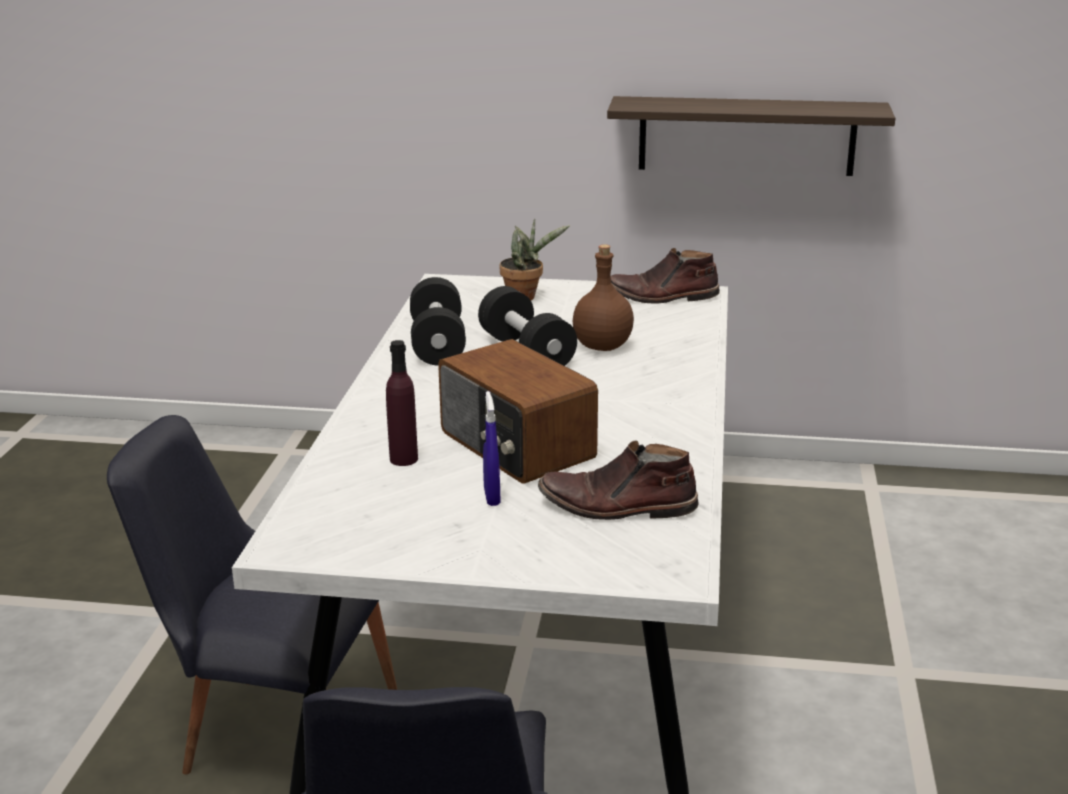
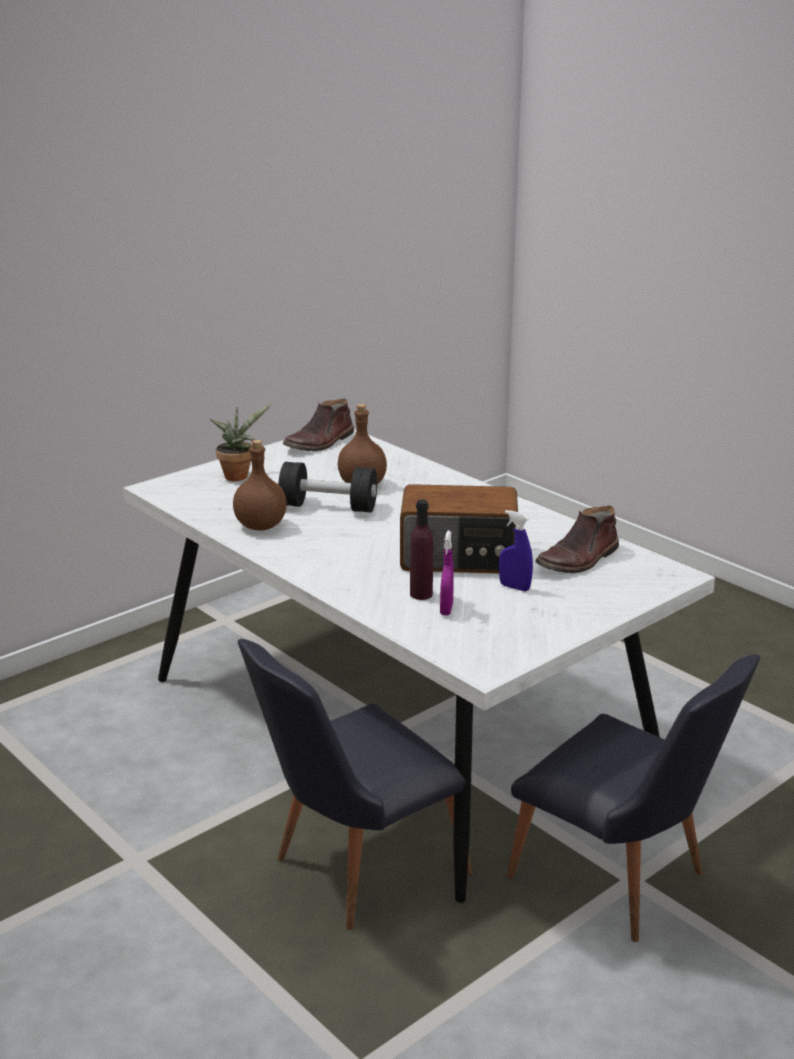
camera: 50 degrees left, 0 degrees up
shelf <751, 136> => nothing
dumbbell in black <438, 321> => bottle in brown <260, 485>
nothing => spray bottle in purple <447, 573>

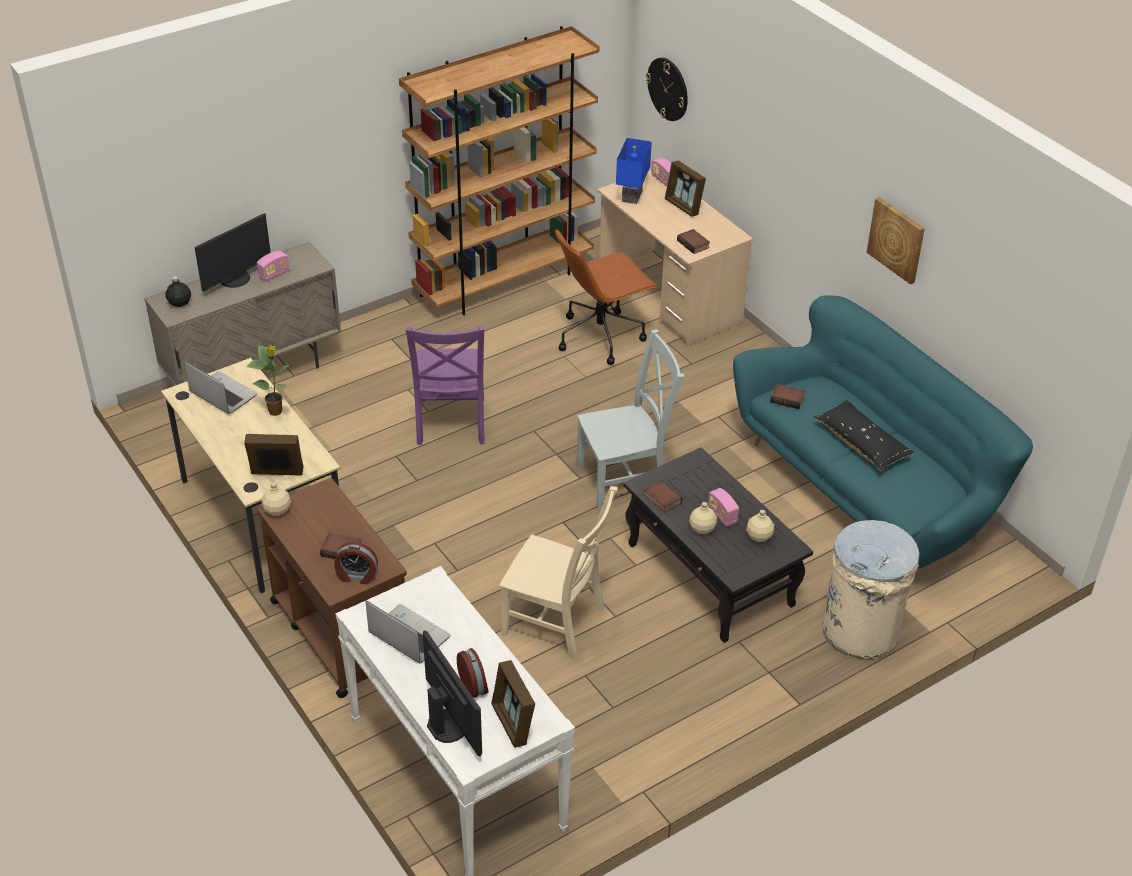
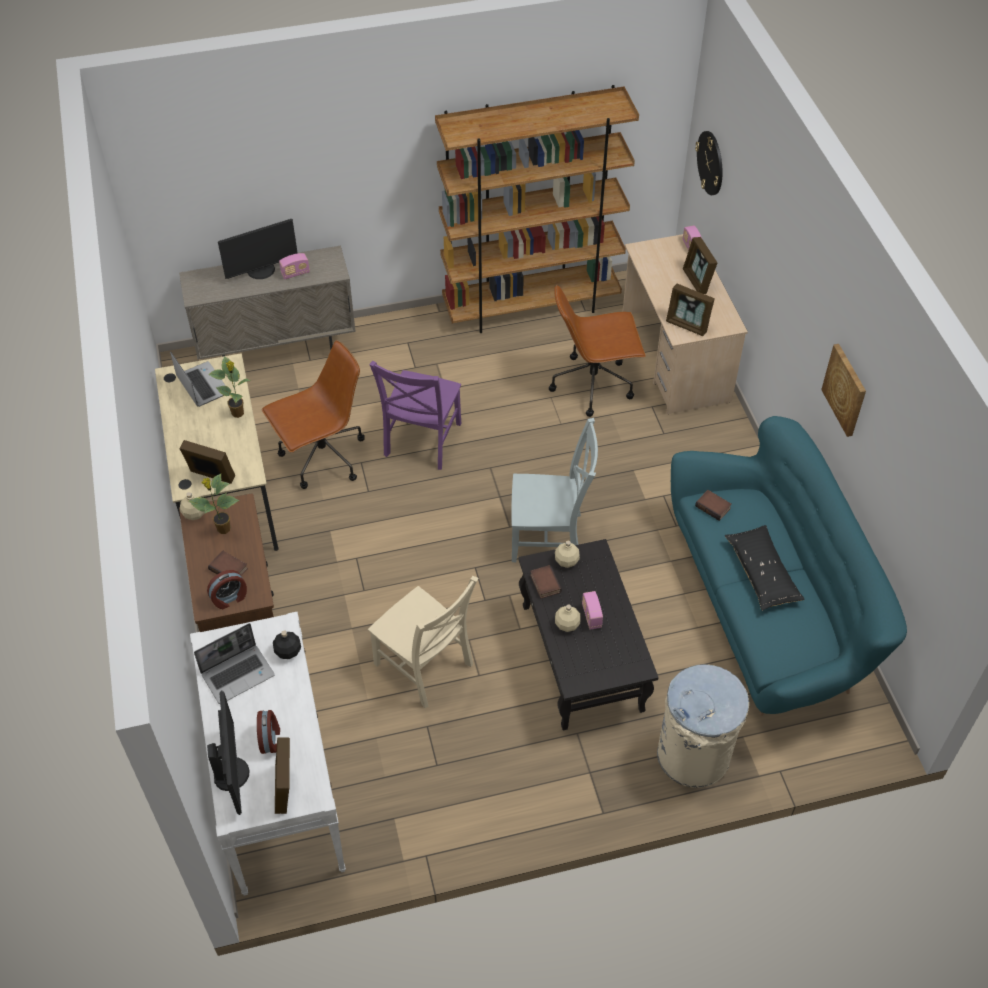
camera: 20 degrees right, 10 degrees up
table lamp in blue <634, 171> => nothing
book <693, 241> => picture frame <690, 310>
bottle in black <178, 291> => bottle in black <287, 644>, moved
bottle in beige <760, 526> => bottle in beige <567, 554>, moved
alarm clock <356, 563> => alarm clock <227, 589>, 60 degrees counterclockwise
laptop <408, 632> => laptop <234, 663>, 90 degrees clockwise
nothing => office chair in brown <313, 414>
nothing => potted plant <214, 504>

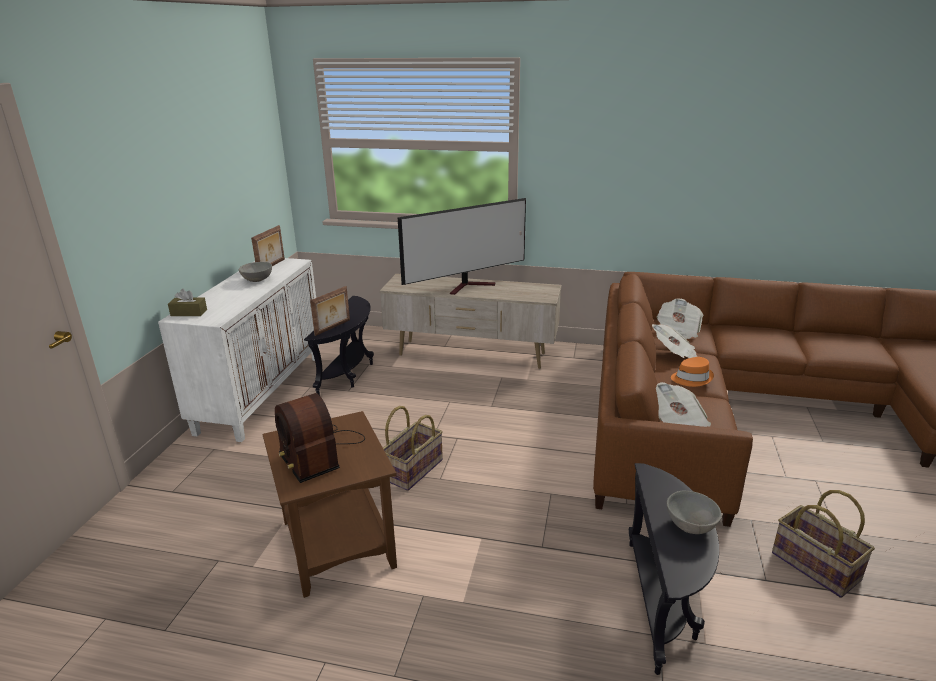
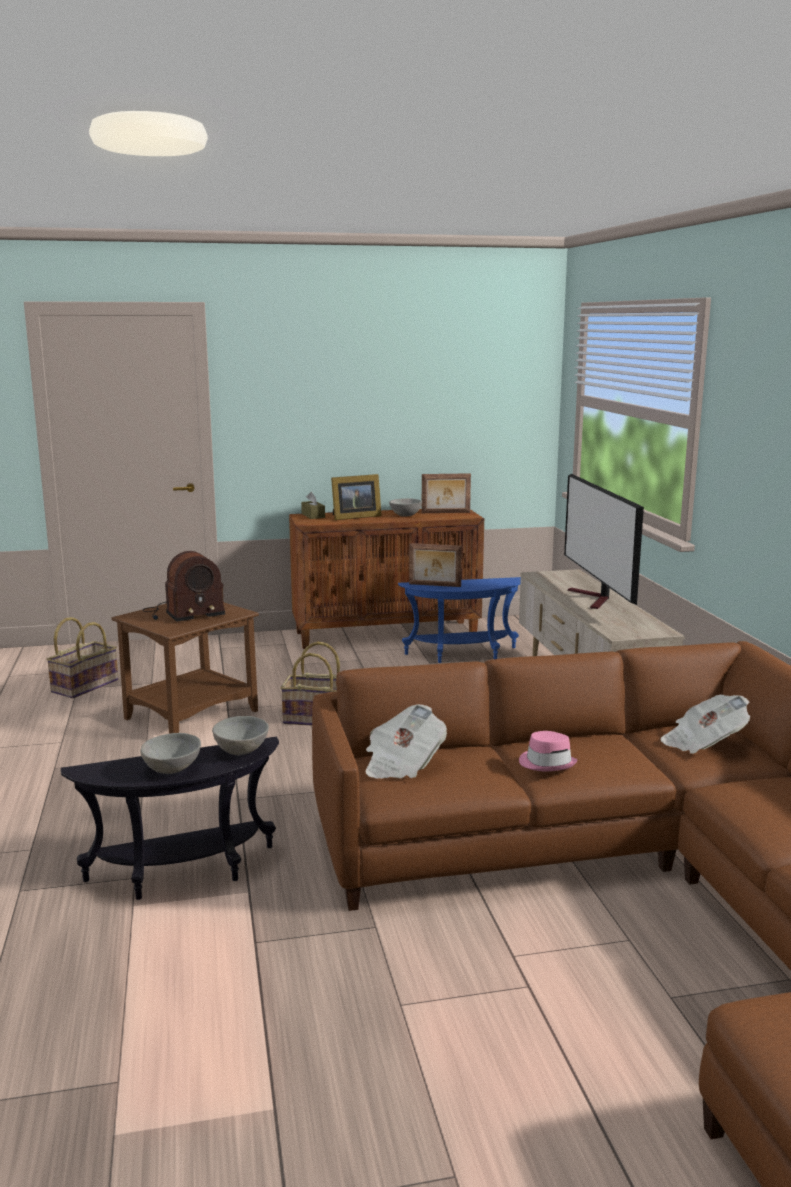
camera: 65 degrees right, 10 degrees down
television <461, 246> => television <604, 541>, 45 degrees clockwise
cabinet in white <238, 350> => cabinet in brown <386, 579>
side table in black <339, 345> => side table in blue <459, 620>
newspaper <674, 341> => nothing
hat in orange <692, 372> => hat in pink <548, 751>
radio <320, 438> => radio <184, 586>, 150 degrees counterclockwise
basket <823, 544> => basket <82, 657>, moved
nothing => picture frame <356, 497>
nothing => bowl in grey <240, 735>

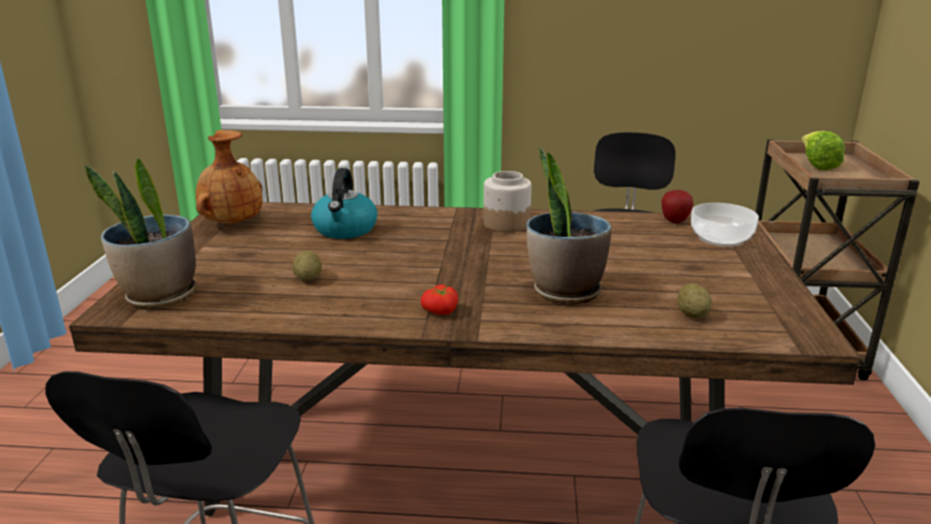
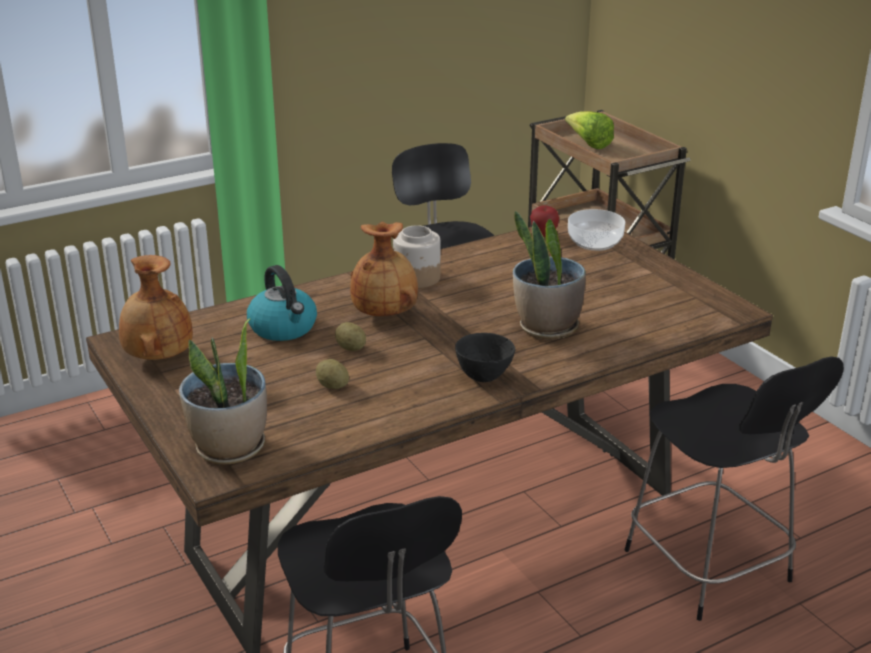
camera: 35 degrees left, 5 degrees up
potato <694, 300> => potato <350, 336>, moved
tomato <439, 300> => bowl in black <485, 357>
nothing => vase in brown <384, 269>

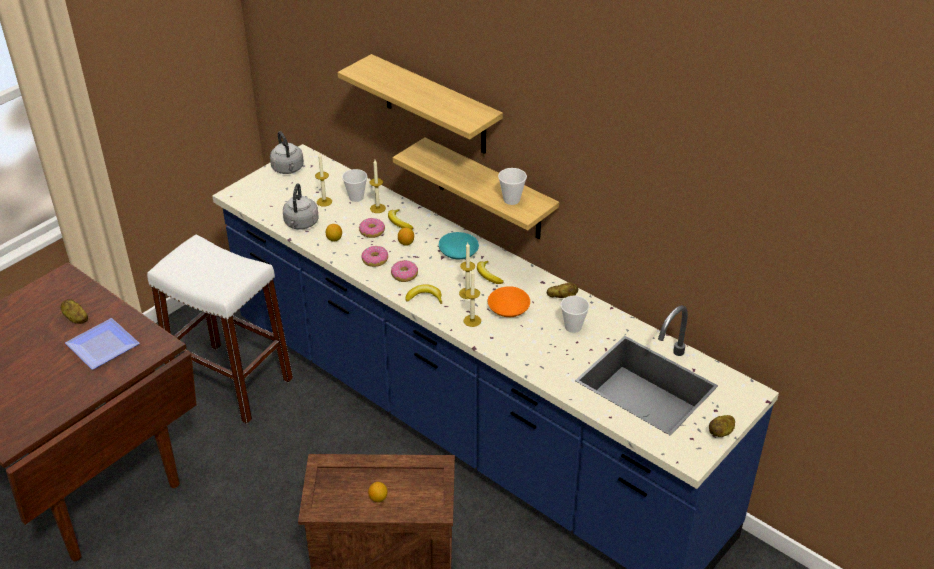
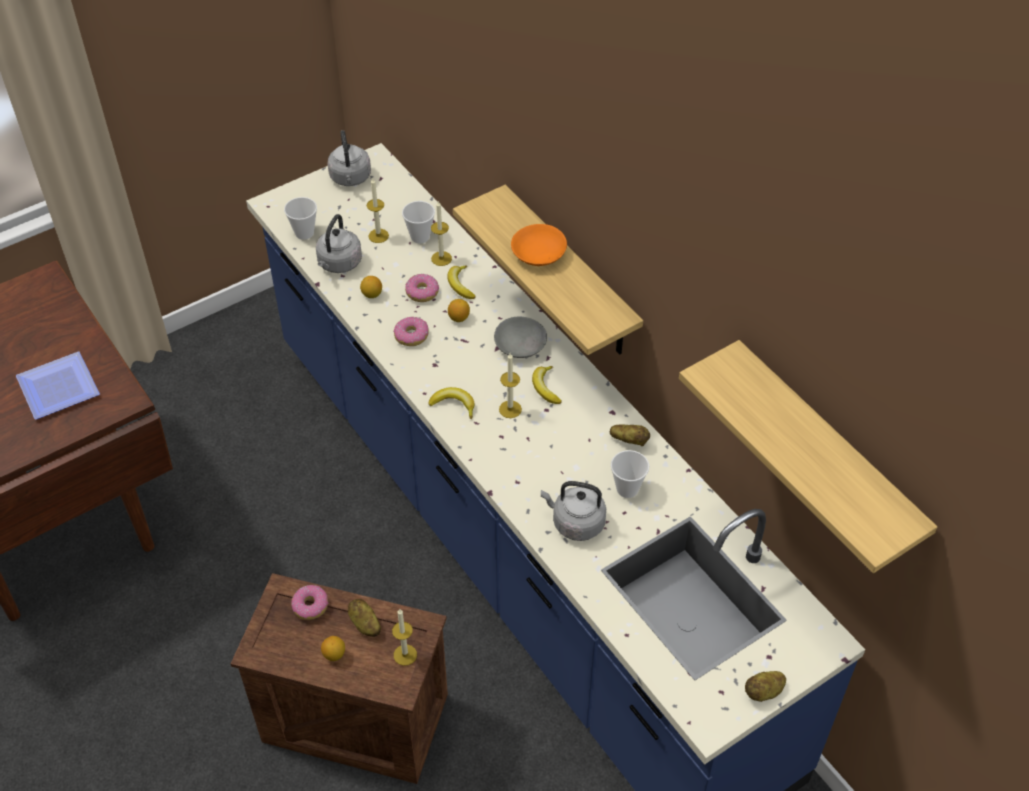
camera: 15 degrees right, 10 degrees up
shelf <420, 104> => shelf <808, 456>, moved
cup <512, 186> => cup <300, 218>, moved
bowl in turquoise <459, 245> => bowl in grey <520, 337>
stool in white <220, 329> => nothing
donut <404, 271> => donut <309, 602>, moved
candle <472, 298> => candle <404, 637>, moved
bowl in orange <509, 301> => bowl in orange <539, 245>, moved
potato <74, 311> => potato <364, 618>, moved
nothing => kettle in grey <573, 511>

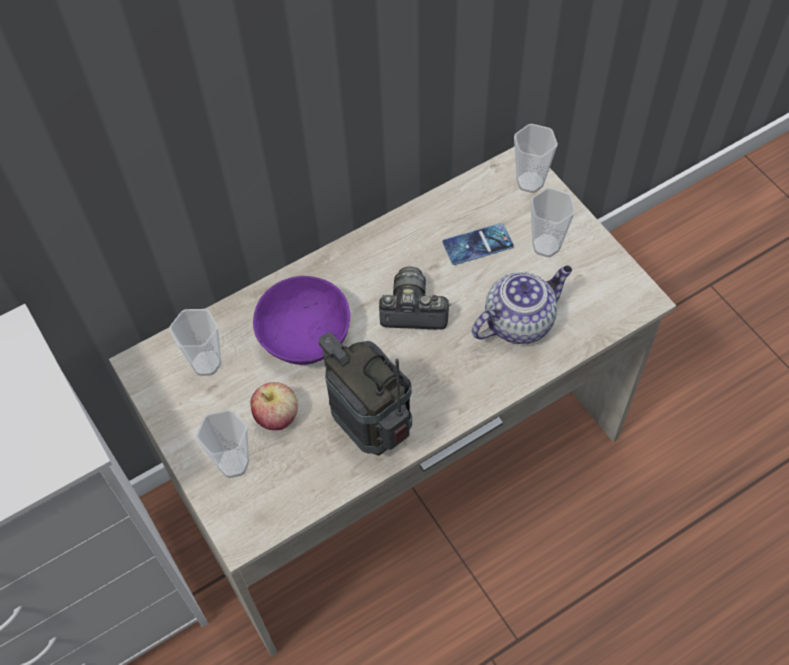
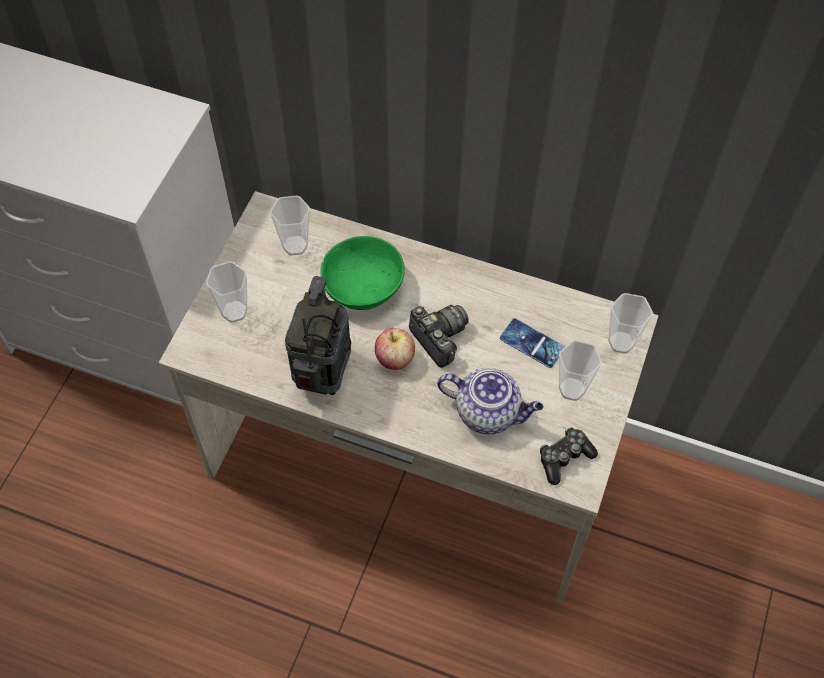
camera: 50 degrees right, 0 degrees up
bowl in purple <301, 320> => bowl in green <362, 273>
apple <274, 406> => apple <395, 349>, moved
nothing => game controller <569, 456>

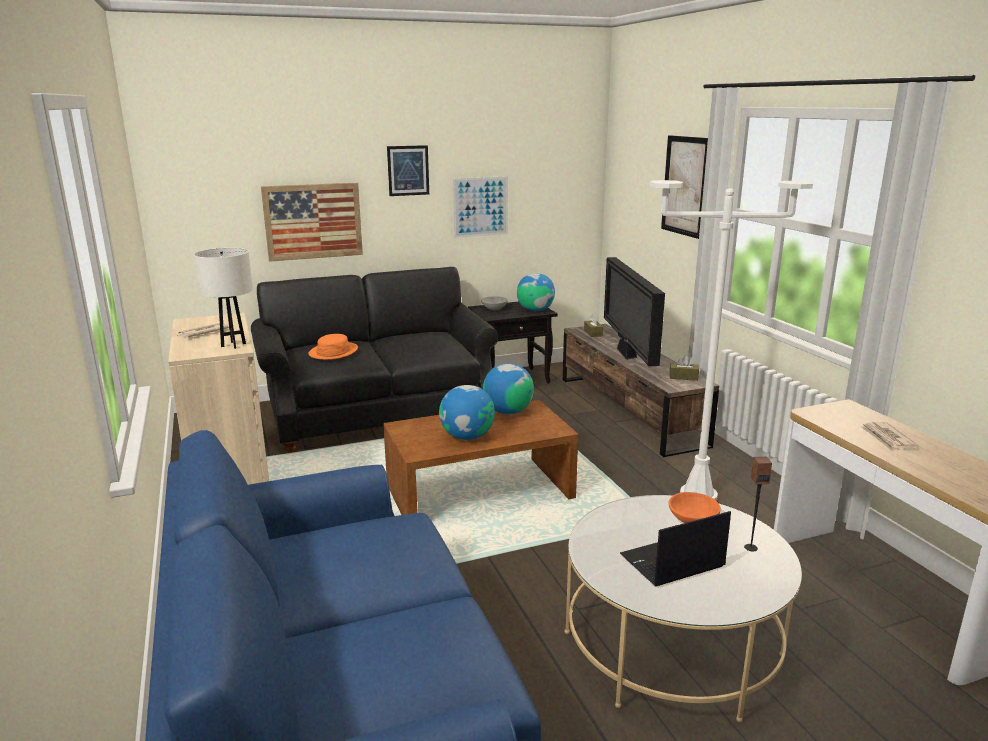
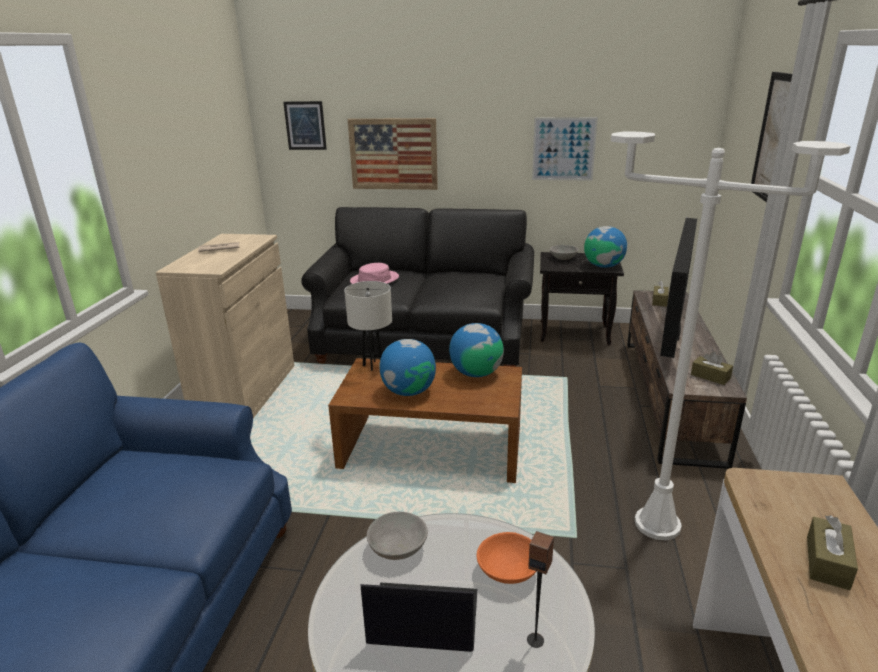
camera: 30 degrees right, 5 degrees up
picture <408, 170> => picture <305, 125>, moved
table lamp in white <223, 298> => table lamp in white <368, 326>, moved
hat in orange <333, 347> => hat in pink <374, 273>
newspaper <889, 437> => tissue box in brown <832, 552>
nothing => bowl in grey <397, 536>

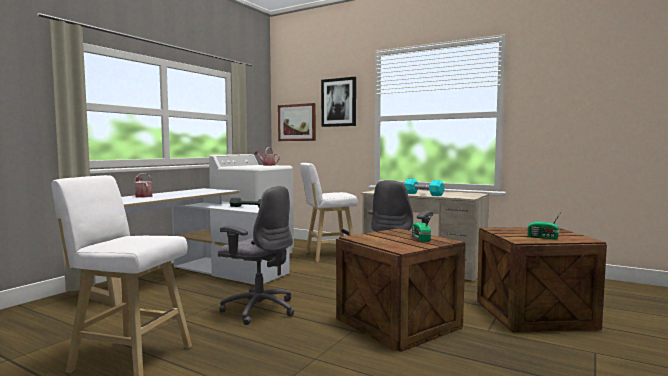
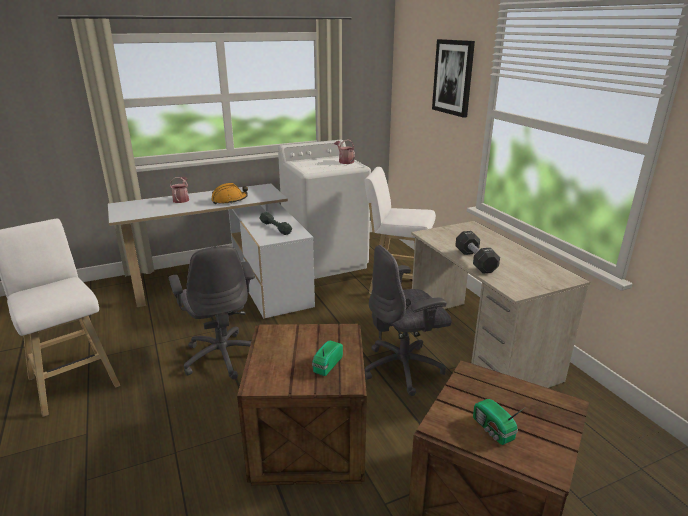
camera: 35 degrees right, 20 degrees up
picture <297, 122> => nothing
dumbbell in turquoise <424, 187> => dumbbell in black <477, 252>
nothing => hard hat in orange <229, 193>

